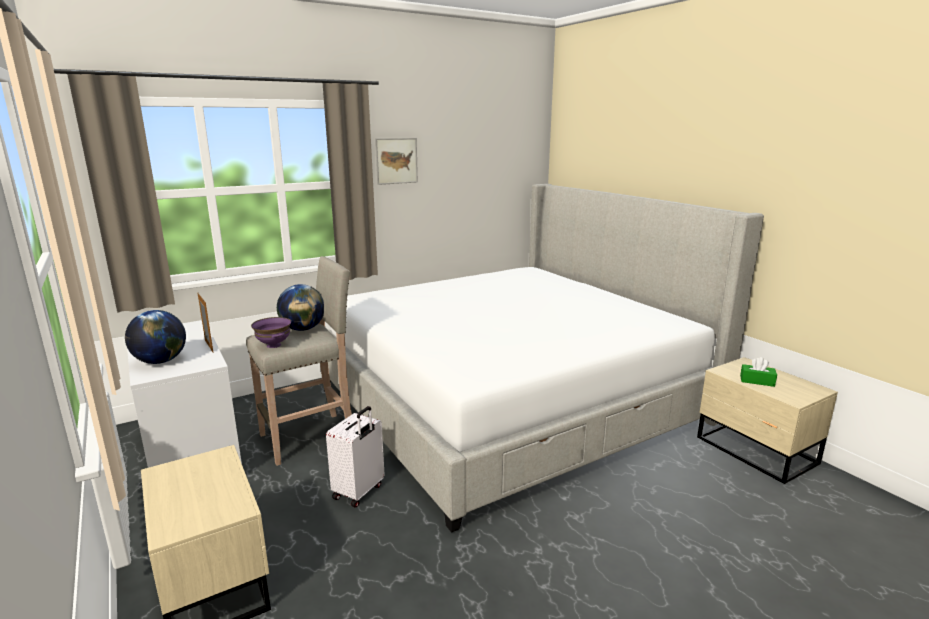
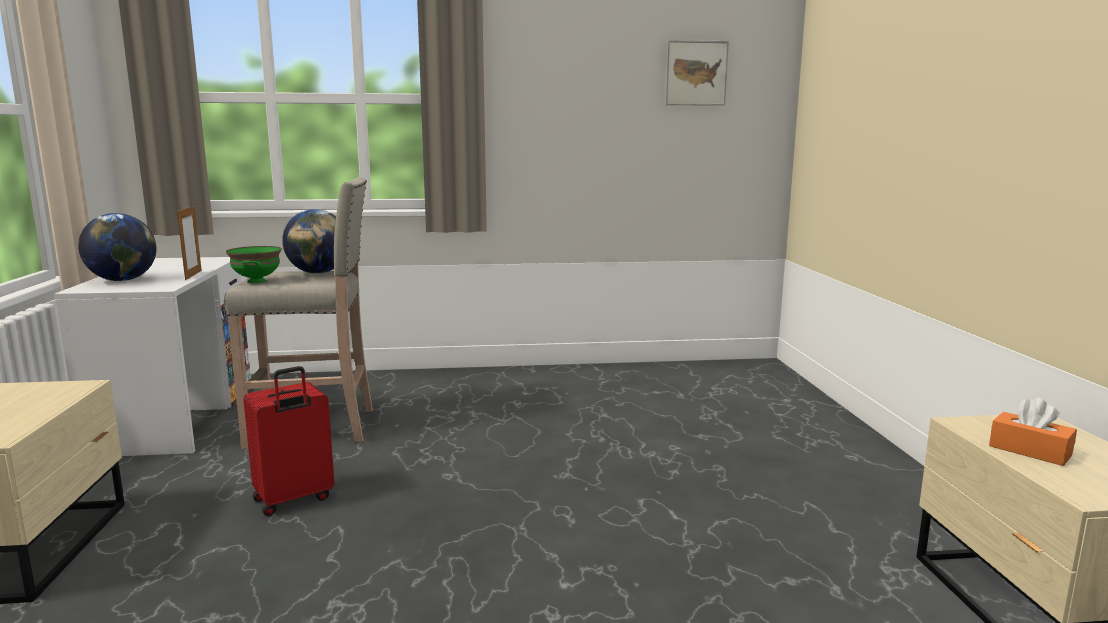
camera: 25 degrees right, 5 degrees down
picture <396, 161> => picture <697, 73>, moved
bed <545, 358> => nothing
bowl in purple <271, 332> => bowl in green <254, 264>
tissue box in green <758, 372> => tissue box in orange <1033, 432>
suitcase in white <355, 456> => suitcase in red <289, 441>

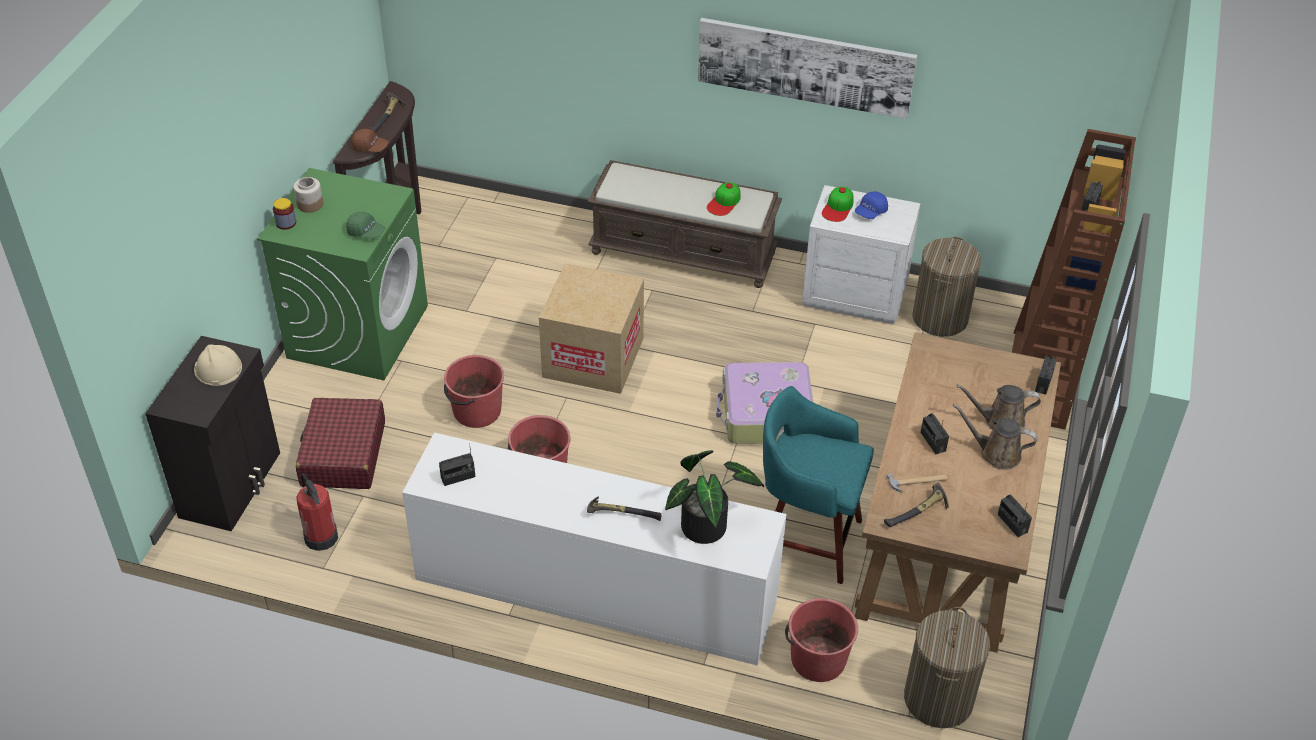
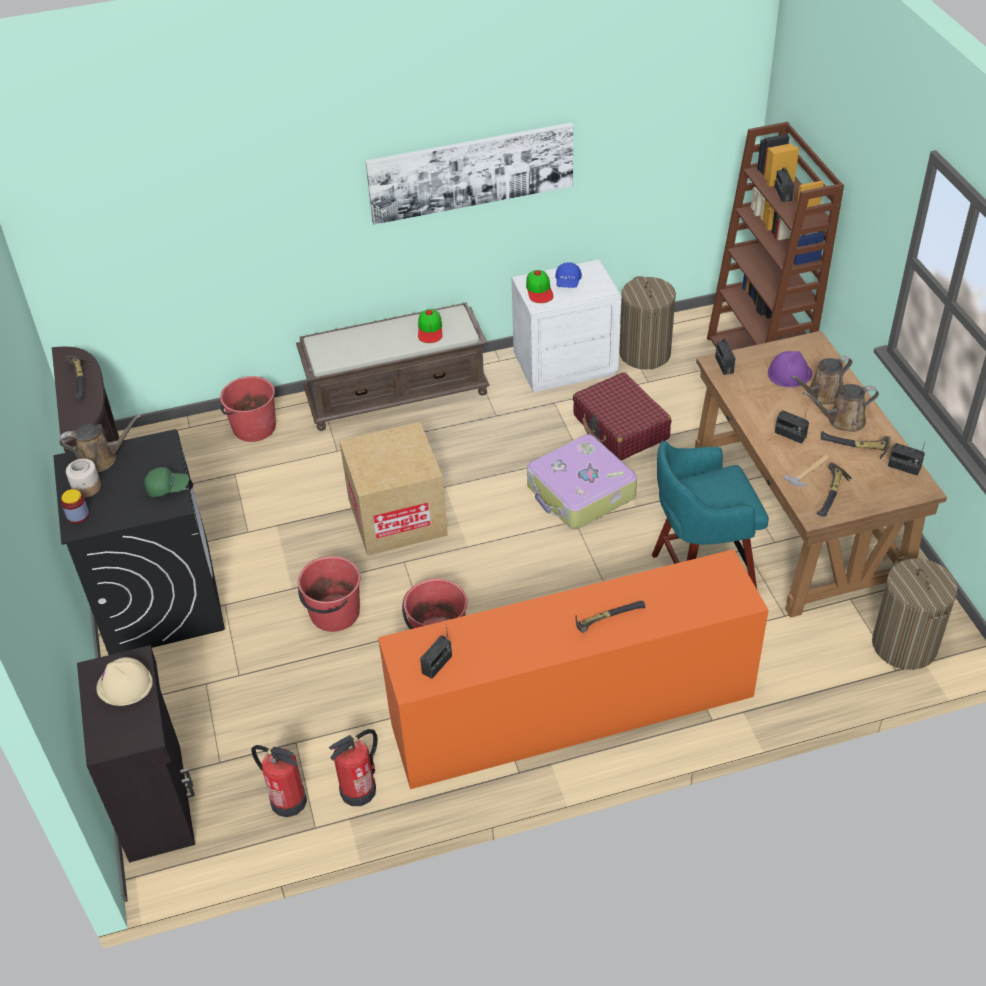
camera: 30 degrees left, 0 degrees up
cap in brown <370, 140> => nothing
washing machine in green <342, 274> => washing machine in black <139, 542>
radio <1046, 375> => radio <725, 357>, moved
suitcase in red <340, 443> => suitcase in red <622, 416>, moved
dresser in white <594, 549> => dresser in orange <573, 669>
potted plant <714, 497> => nothing
bucket in red <821, 640> => bucket in red <248, 409>, moved
nothing => hard hat in purple <790, 369>
nothing => watering can in brown <100, 443>
nothing => hammer <855, 445>
nothing => fire extinguisher <353, 767>

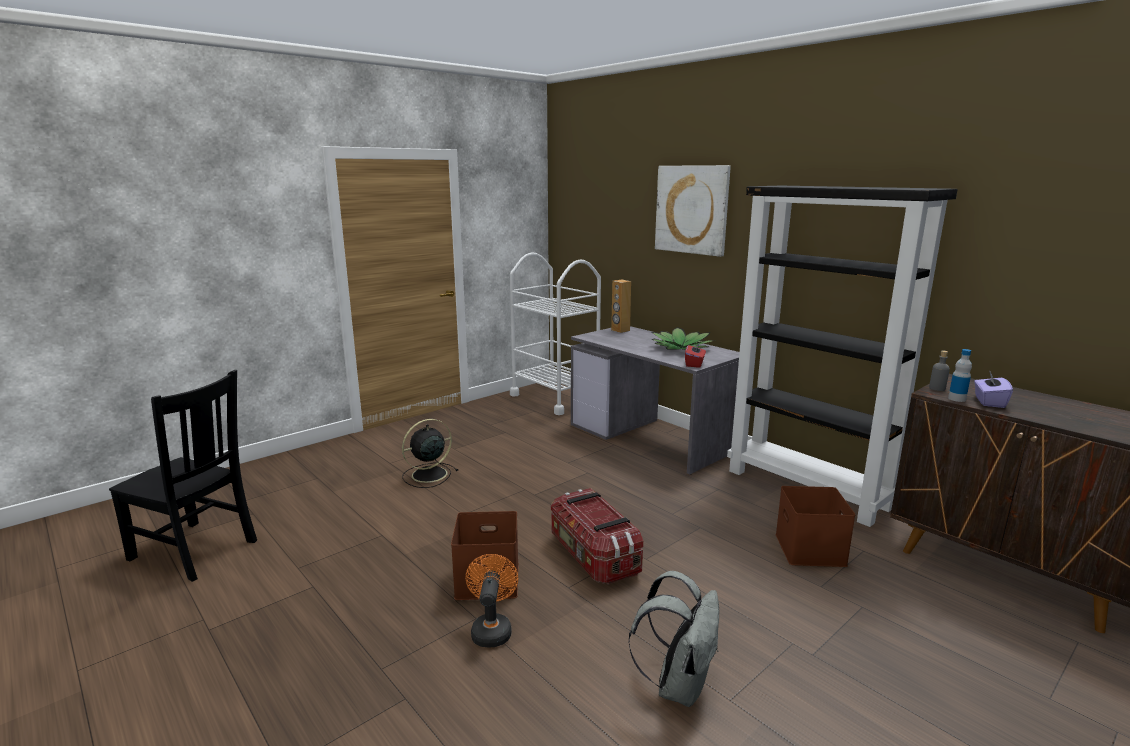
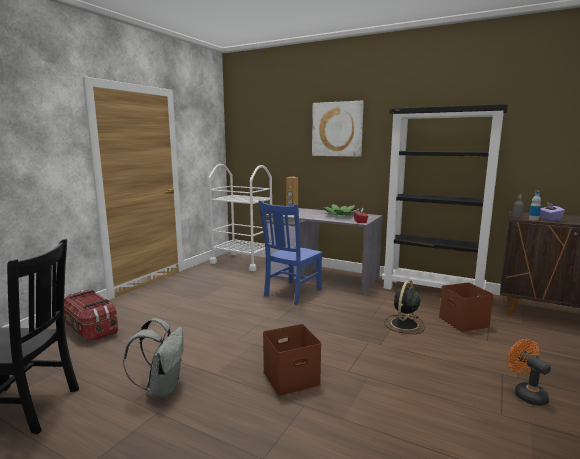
camera: 20 degrees left, 5 degrees down
fan in black <430, 453> => fan in black <404, 307>, moved
storage box <597, 536> => storage box <91, 315>, moved
fan in orange <492, 601> => fan in orange <529, 372>, moved
backpack in grey <673, 639> => backpack in grey <153, 358>, moved
nothing => chair in blue <290, 253>

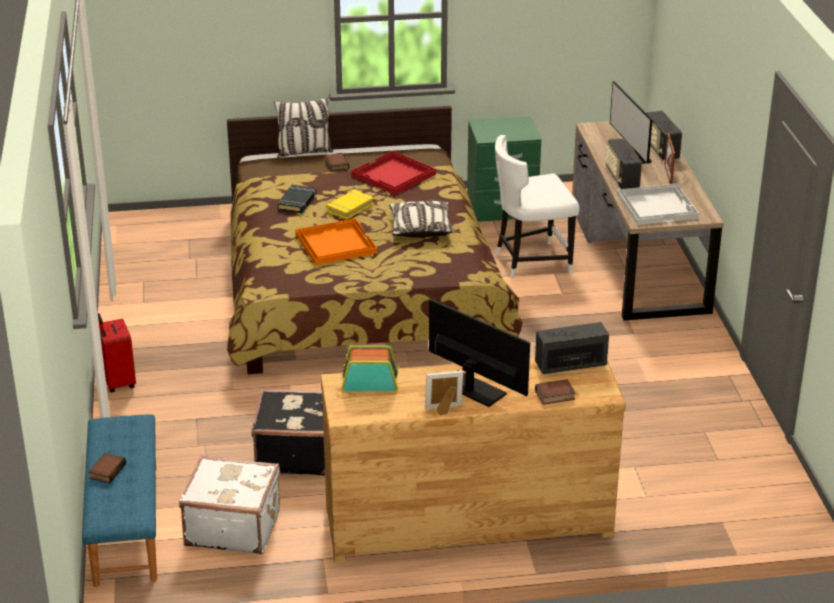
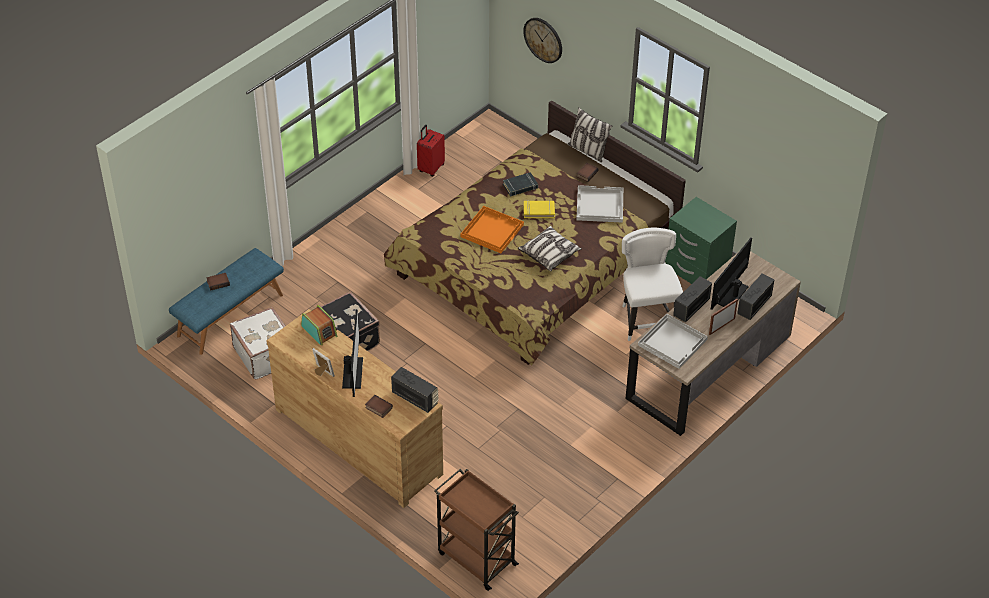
camera: 50 degrees right, 15 degrees up
chair in white <537, 206> => chair in white <652, 284>, 45 degrees clockwise
tray in red <394, 173> => tray in white <599, 204>
suitcase in red <117, 352> => suitcase in red <431, 151>, moved
nothing => wall clock <542, 40>
nothing => cart in brown <476, 530>

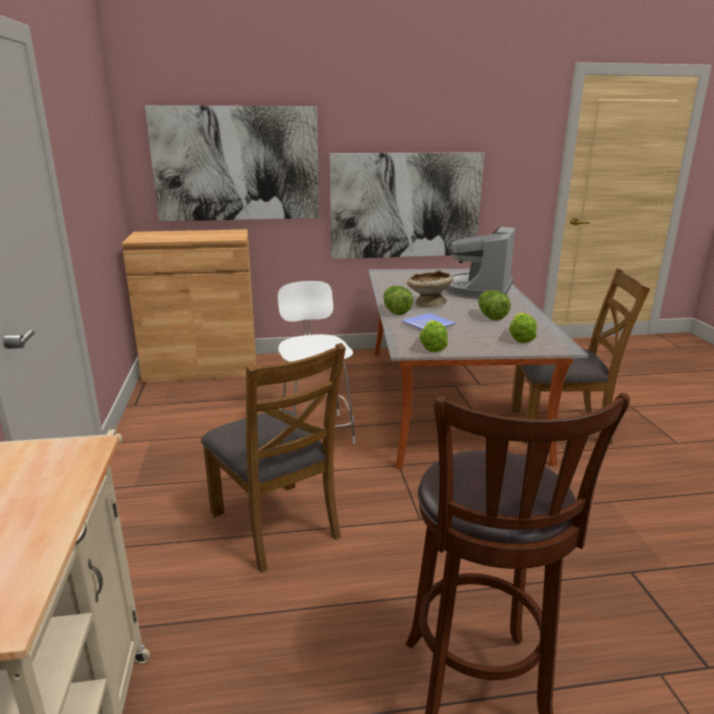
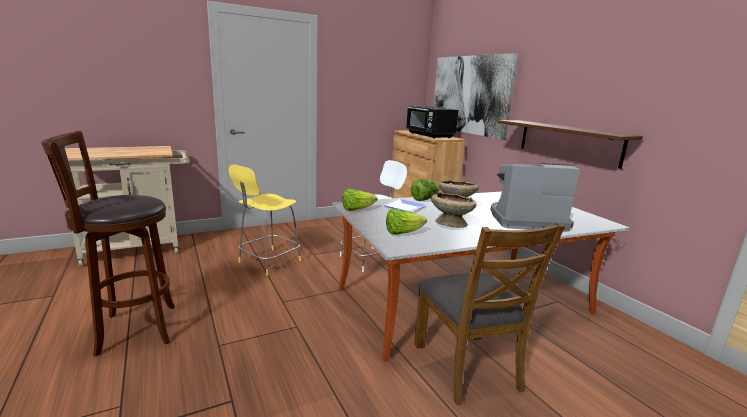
camera: 70 degrees right, 5 degrees down
picture <407, 205> => shelf in brown <570, 144>
lettuce <494, 305> => bowl in beige <453, 210>
chair in brown <273, 458> => stool in yellow <265, 220>
nothing => microwave in black <432, 122>

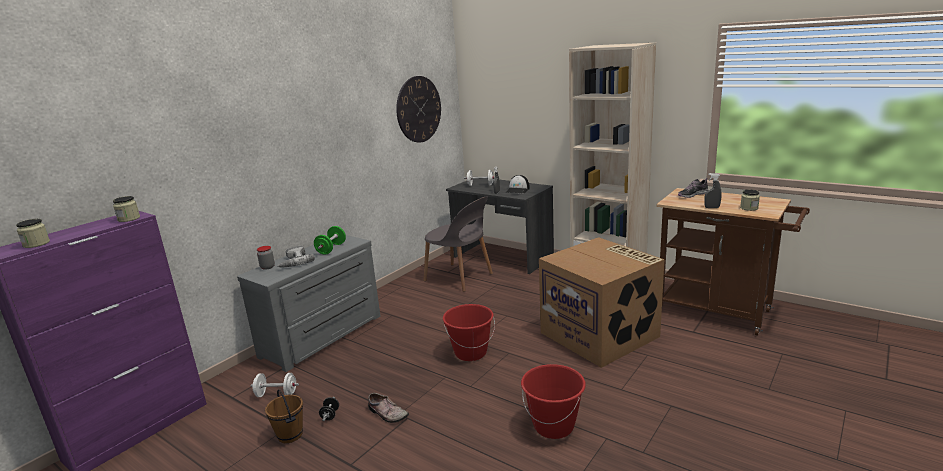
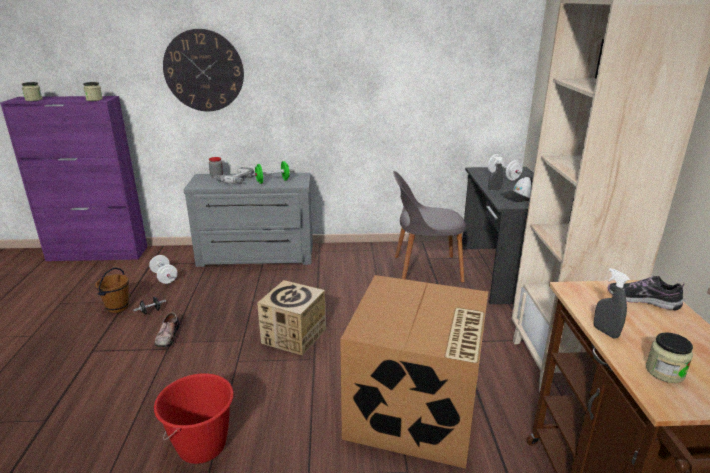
camera: 50 degrees right, 5 degrees up
wall clock <418, 109> => wall clock <203, 70>, moved
chair in grey <458, 244> => chair in grey <429, 227>, 90 degrees clockwise
bucket in red <469, 332> => cardboard box <291, 318>

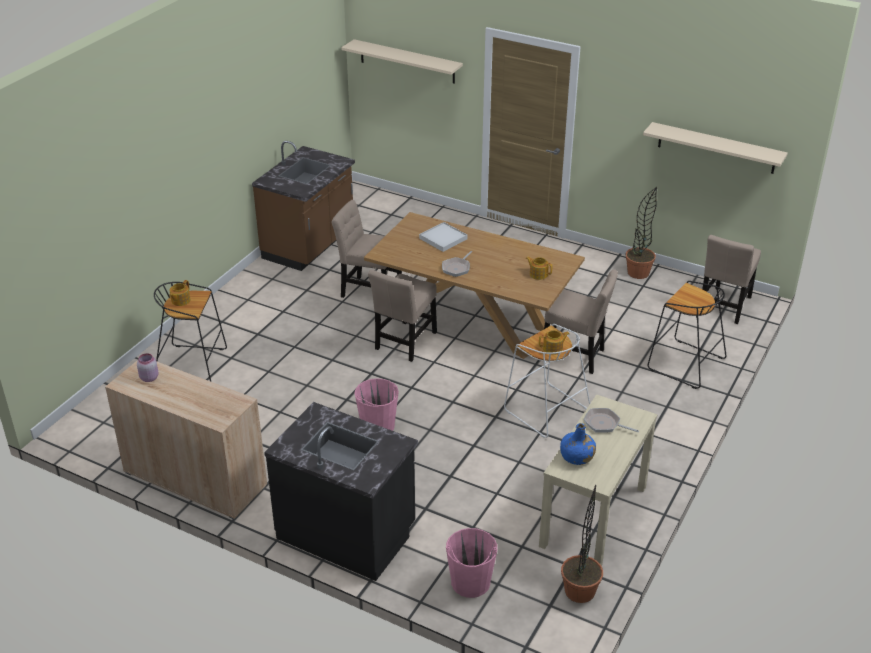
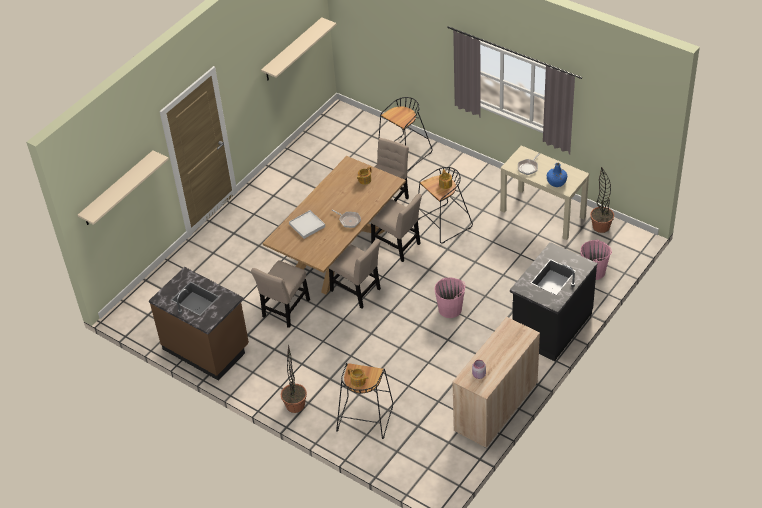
camera: 80 degrees left, 10 degrees up
potted plant <641, 233> => potted plant <294, 379>, moved
chair in beige <731, 279> => chair in beige <396, 228>, moved
stool in white <547, 381> => stool in black <445, 205>

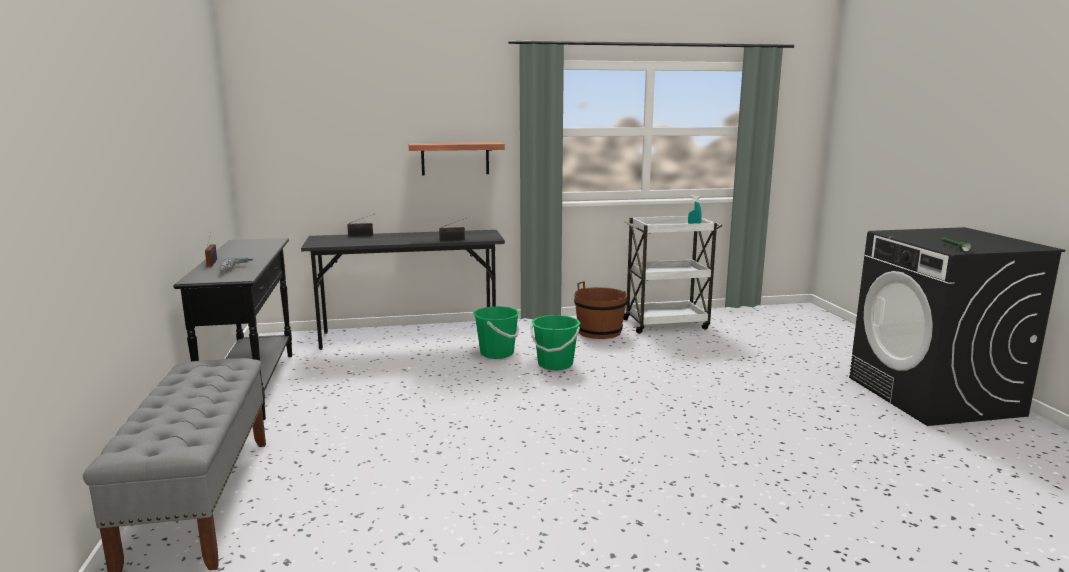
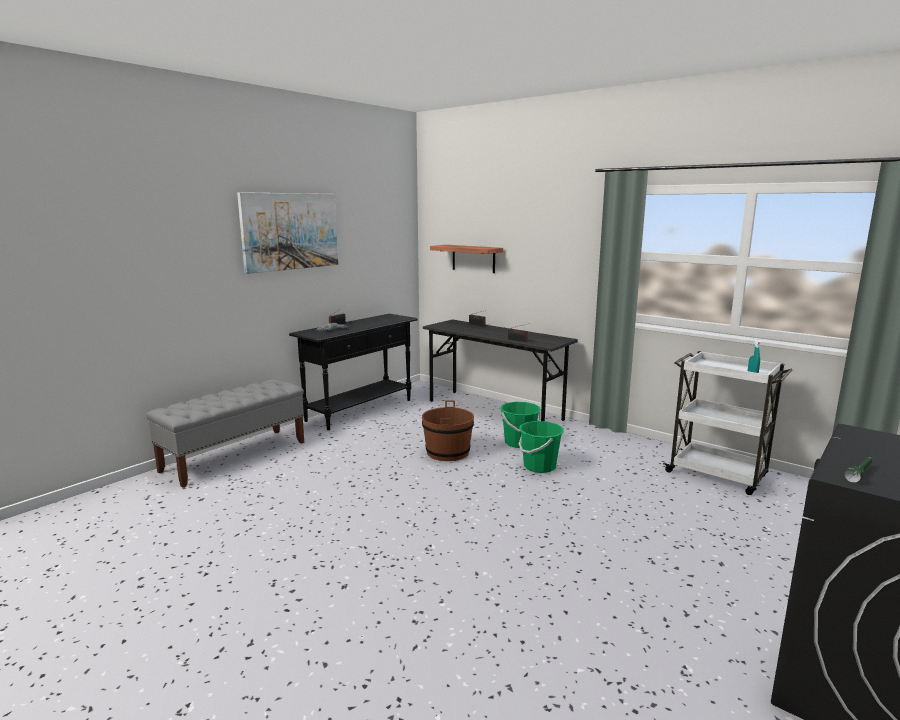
camera: 50 degrees right, 0 degrees up
shelf <456, 159> => shelf <466, 259>, moved
bucket in brown <600, 310> => bucket in brown <448, 430>, moved
nothing => picture <287, 233>

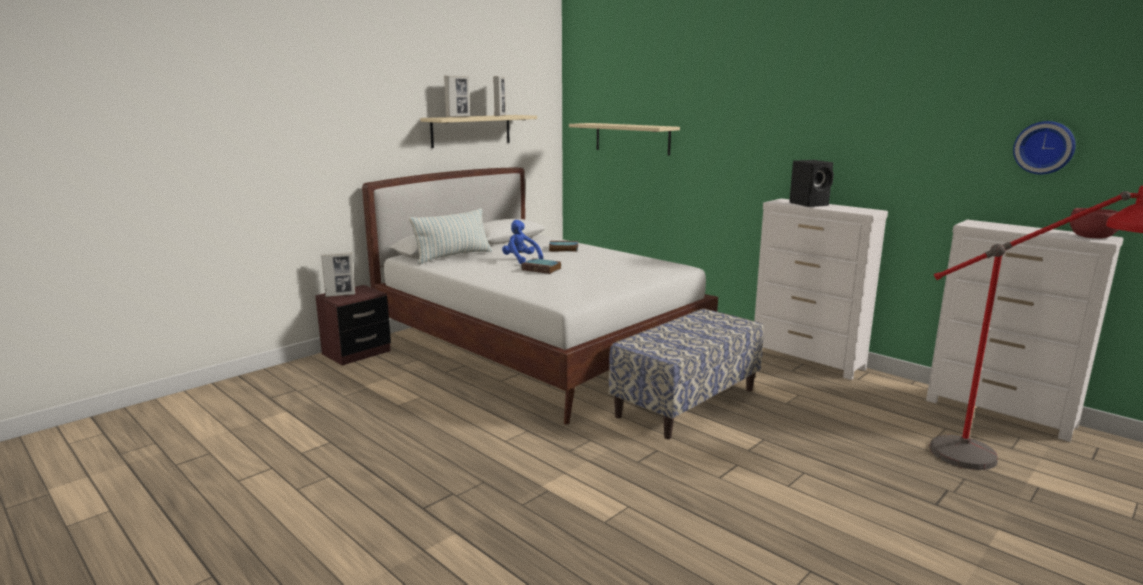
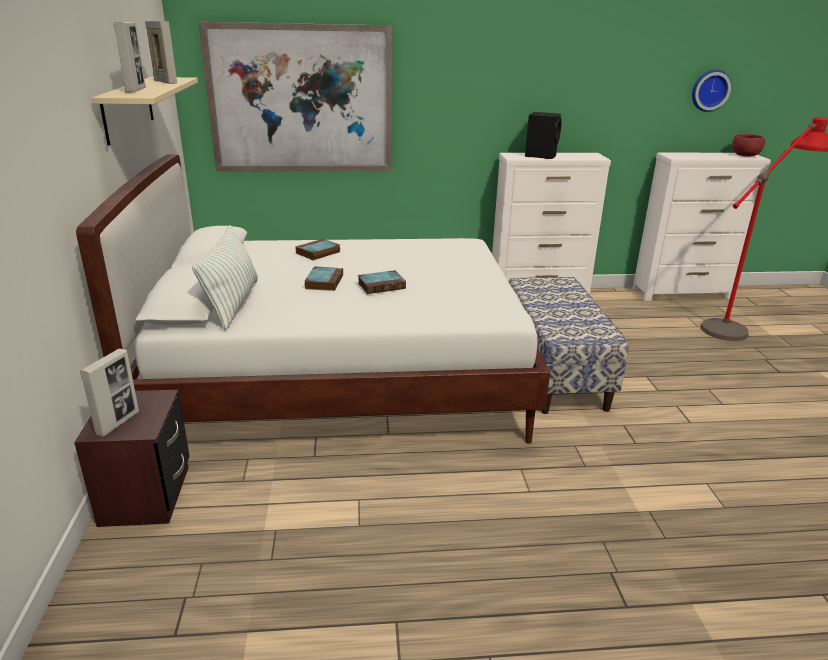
camera: 50 degrees left, 10 degrees up
shelf in beige <624, 139> => picture <295, 96>
plush toy in blue <522, 242> => book <323, 278>

